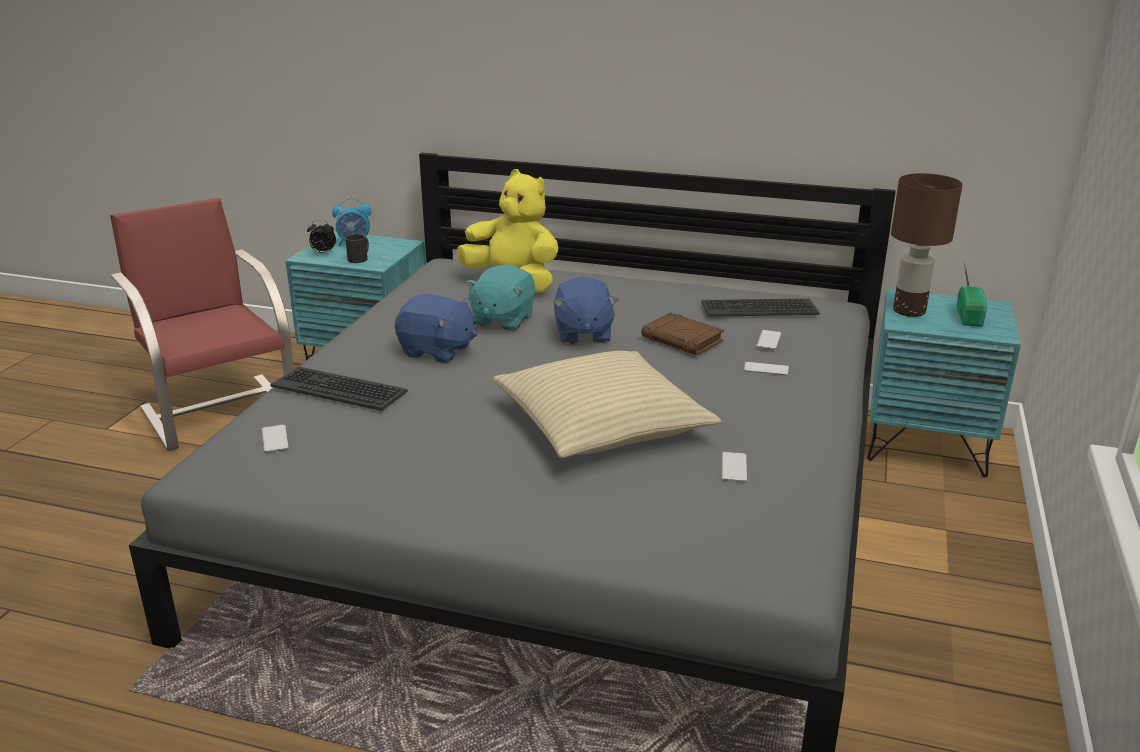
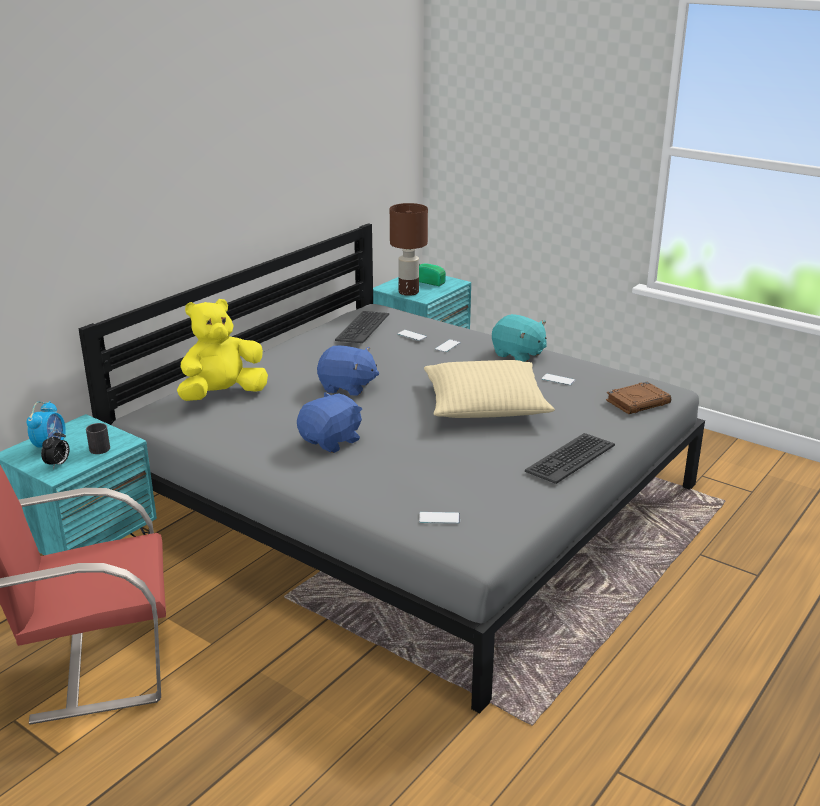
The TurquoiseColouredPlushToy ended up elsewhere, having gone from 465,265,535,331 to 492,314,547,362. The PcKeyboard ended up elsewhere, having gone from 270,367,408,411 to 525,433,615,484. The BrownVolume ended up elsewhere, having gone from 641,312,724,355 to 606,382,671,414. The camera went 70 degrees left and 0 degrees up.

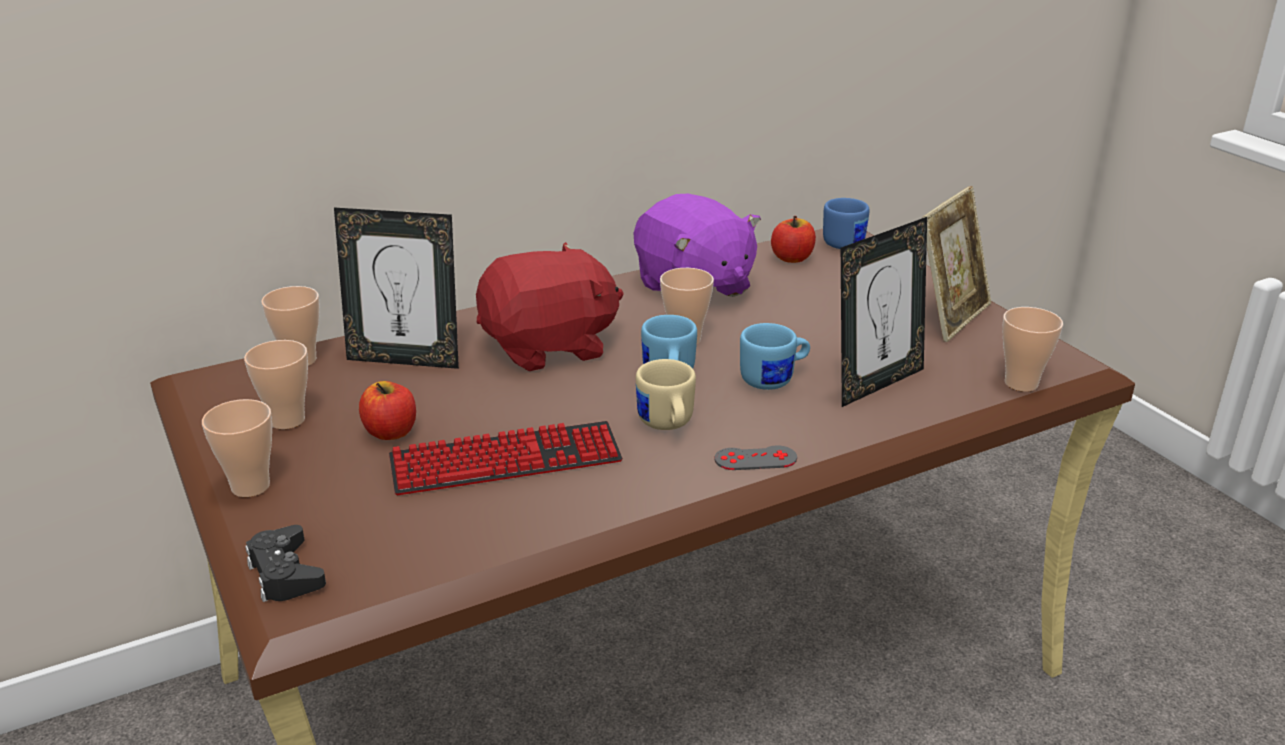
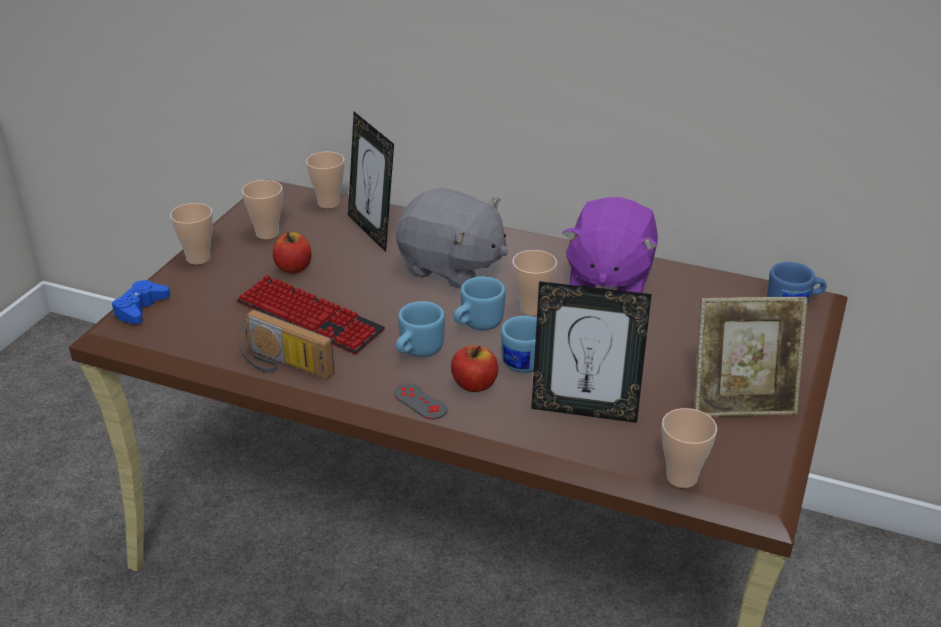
What was the BlackGamepad at 245,525,326,602 turned into the BlueColouredGamepad at 112,280,170,324. The second view gained the RadioSet at 239,309,335,380. What was the RedPlushToy at 476,242,624,371 turned into the GrayPlushToy at 396,188,508,289. What was the BeigeColouredMug at 636,359,696,430 turned into the BlueColouredMug at 396,301,445,357. The WholeApple ended up elsewhere, having gone from 771,216,816,263 to 451,346,498,392. The camera went 50 degrees right and 5 degrees up.

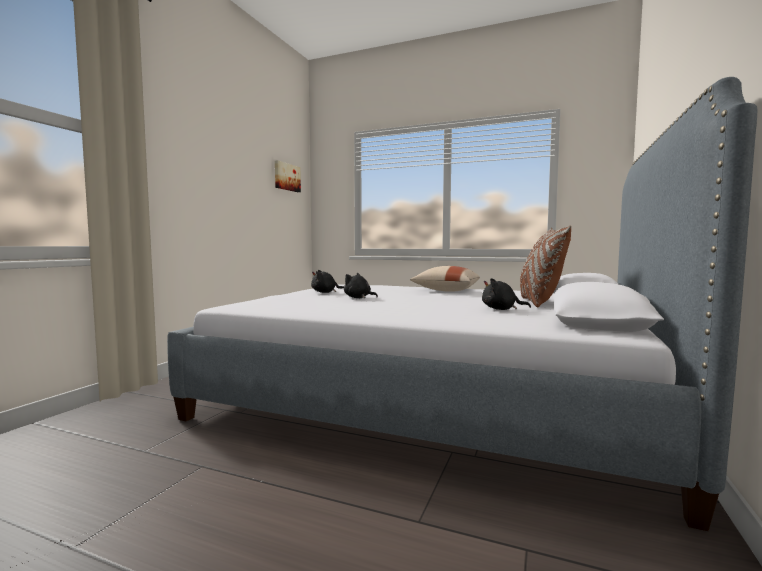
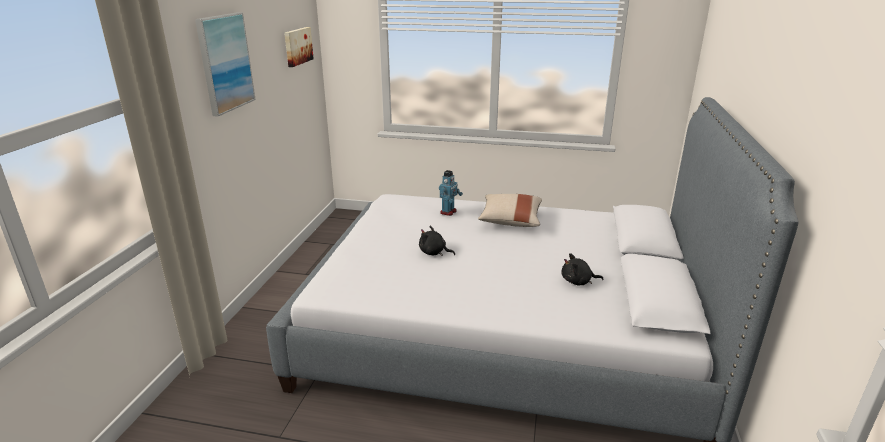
The second view gained the WallPicture at 195,12,256,117. The second view gained the ToyRobot at 439,170,463,216. The second view lost the BlackPlushToy at 311,270,344,293. The second view lost the BrownCushion at 520,225,571,307. The camera went 10 degrees left and 20 degrees up.

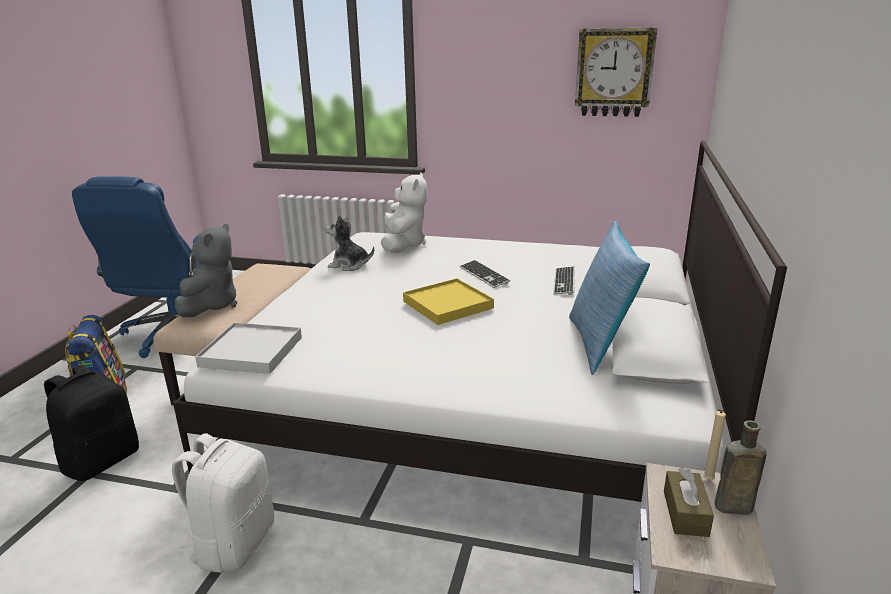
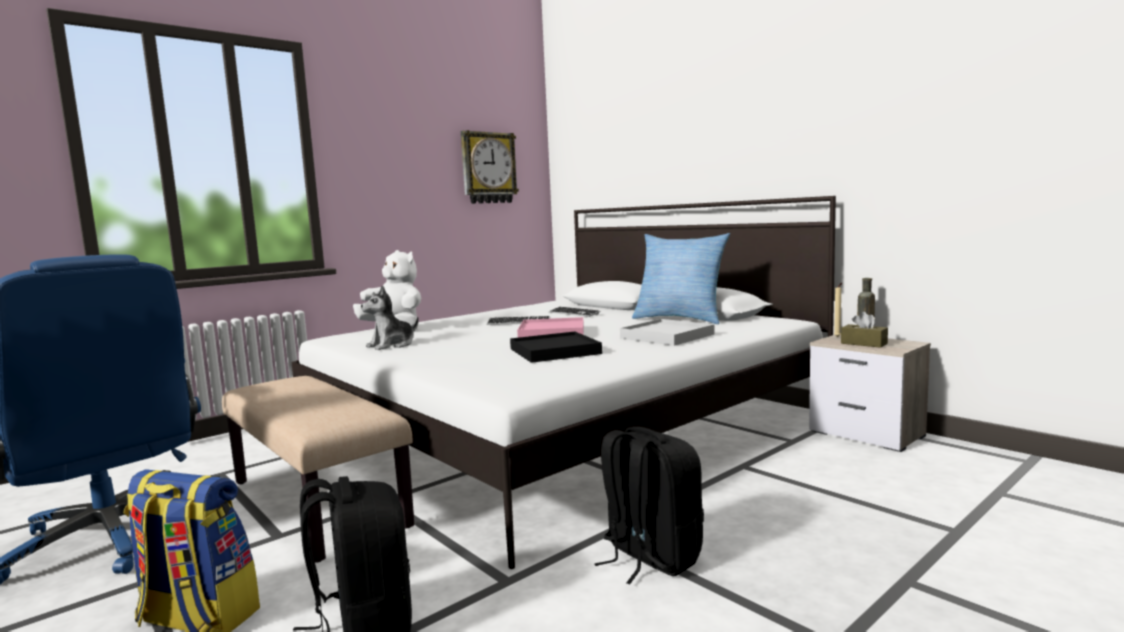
The second view gained the BlackServingTray at 510,331,602,363. What was the YellowishServingTray at 403,278,494,325 turned into the PinkColouredServingTray at 517,317,584,338. What was the WhiteBackpack at 172,433,274,573 turned into the BlackBackpack at 594,427,704,584. The WhiteServingTray ended up elsewhere, having gone from 195,322,302,374 to 620,319,714,346. The second view lost the GrayPlushToy at 175,223,237,317. The camera went 55 degrees left and 15 degrees down.

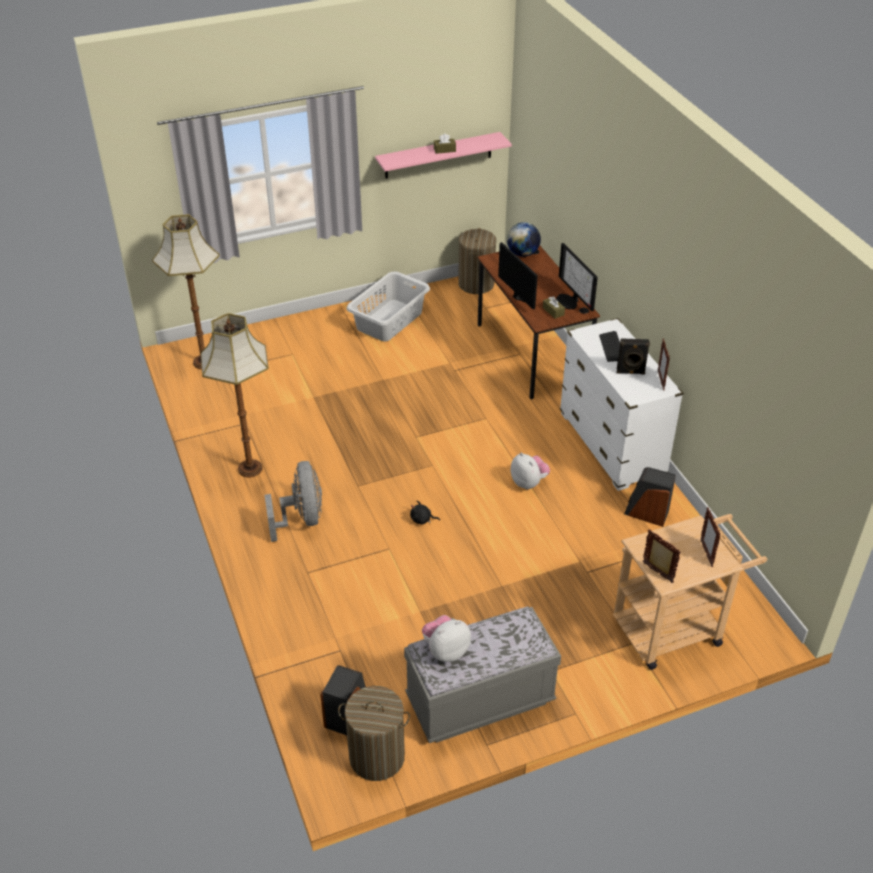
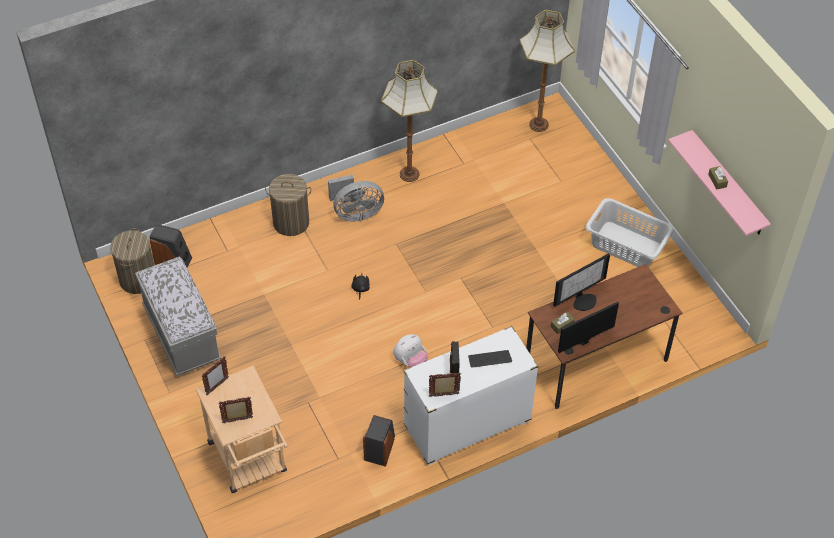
The Hamper ended up elsewhere, having gone from 458,228,496,294 to 265,174,312,236. The second view lost the PlushToy at 422,615,471,662. The second view lost the Globe at 507,222,541,257. The camera went 85 degrees right and 10 degrees up.

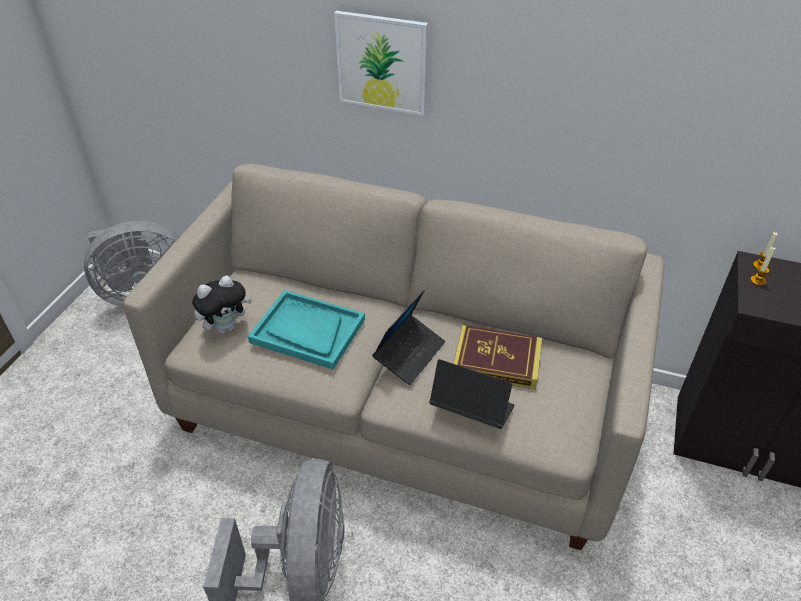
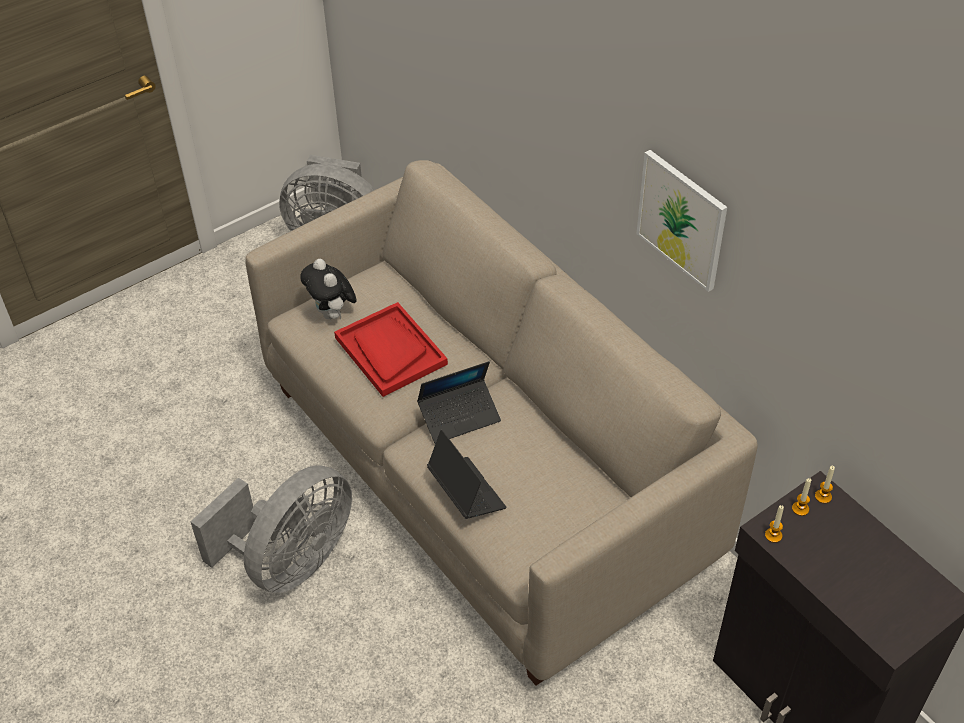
The PlushToy at 192,276,252,334 ended up facing another way, 60 degrees clockwise from before. What was the TurquoiseColouredServingTray at 248,290,365,370 turned into the RedServingTray at 334,302,448,397. The WallPicture ended up elsewhere, having gone from 334,11,428,116 to 636,150,727,292. The second view gained the Candle at 765,505,784,543. The second view lost the Volume at 454,325,542,390. The camera went 35 degrees right and 5 degrees up.

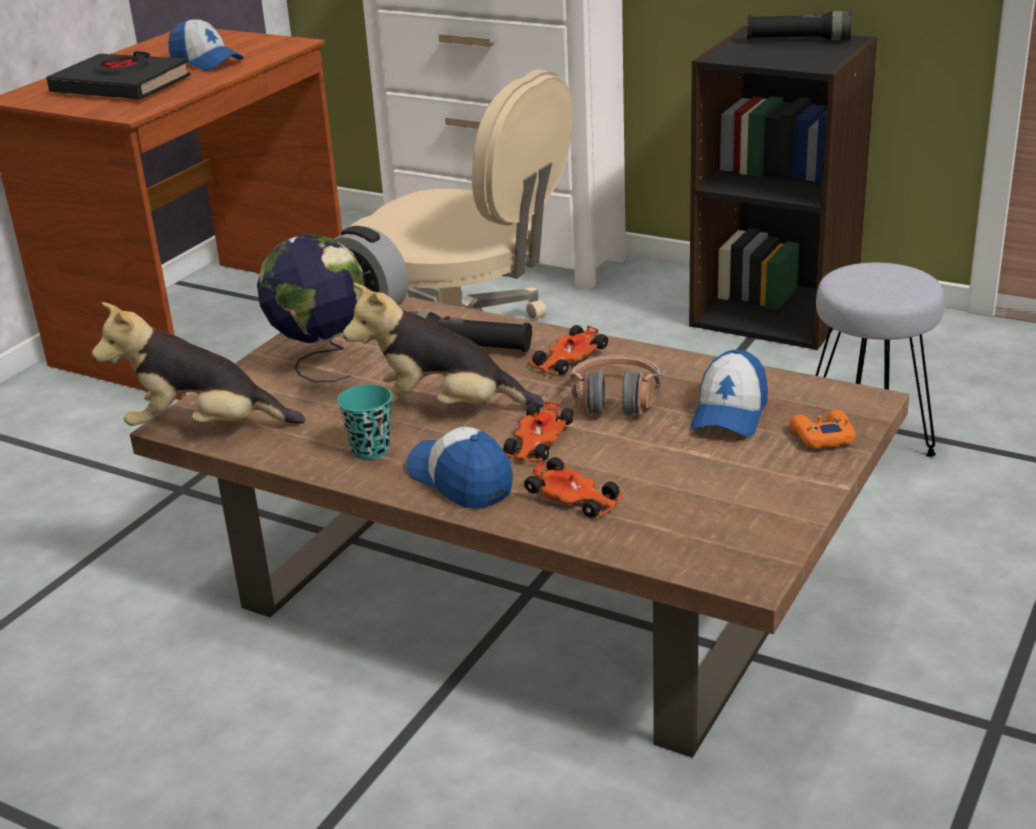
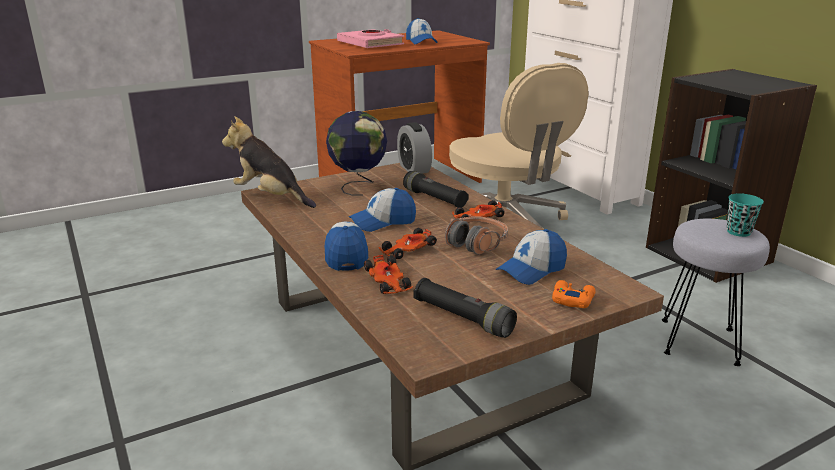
What was the BlackVolume at 46,51,191,99 turned into the PinkColouredVolume at 337,29,404,48. Where the PlushToy stood at 343,283,544,407, the BaseballCap came to stand at 349,188,416,232. The BlackHandTorch ended up elsewhere, having gone from 747,11,851,41 to 413,278,517,338. The TurquoiseColouredCup ended up elsewhere, having gone from 337,384,392,459 to 727,193,764,237. The camera went 30 degrees right and 5 degrees down.

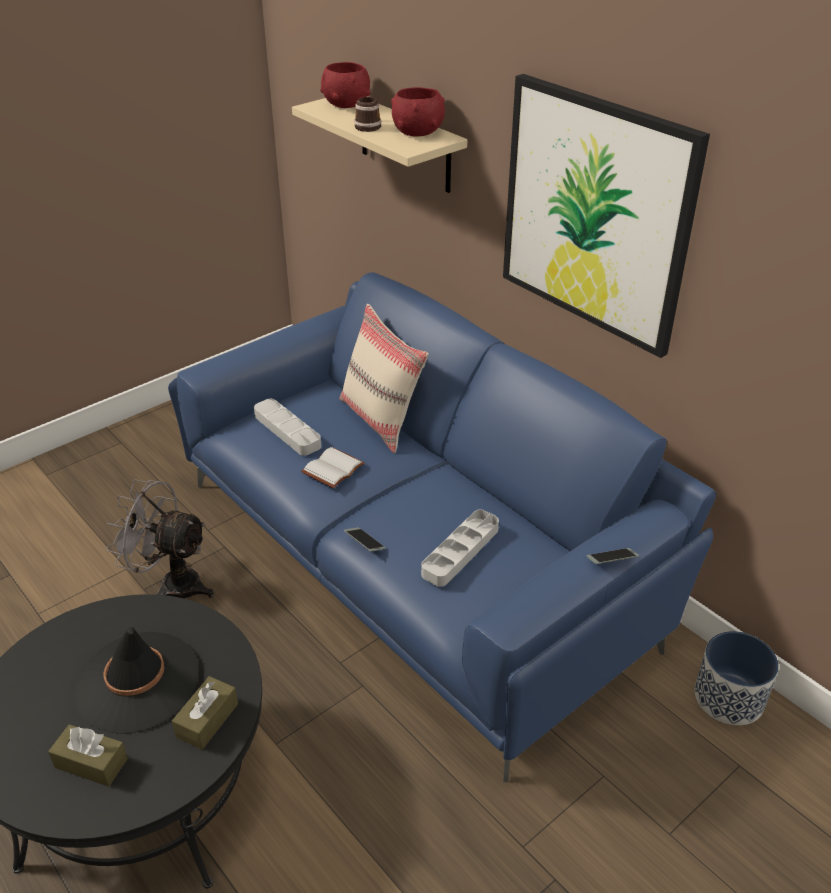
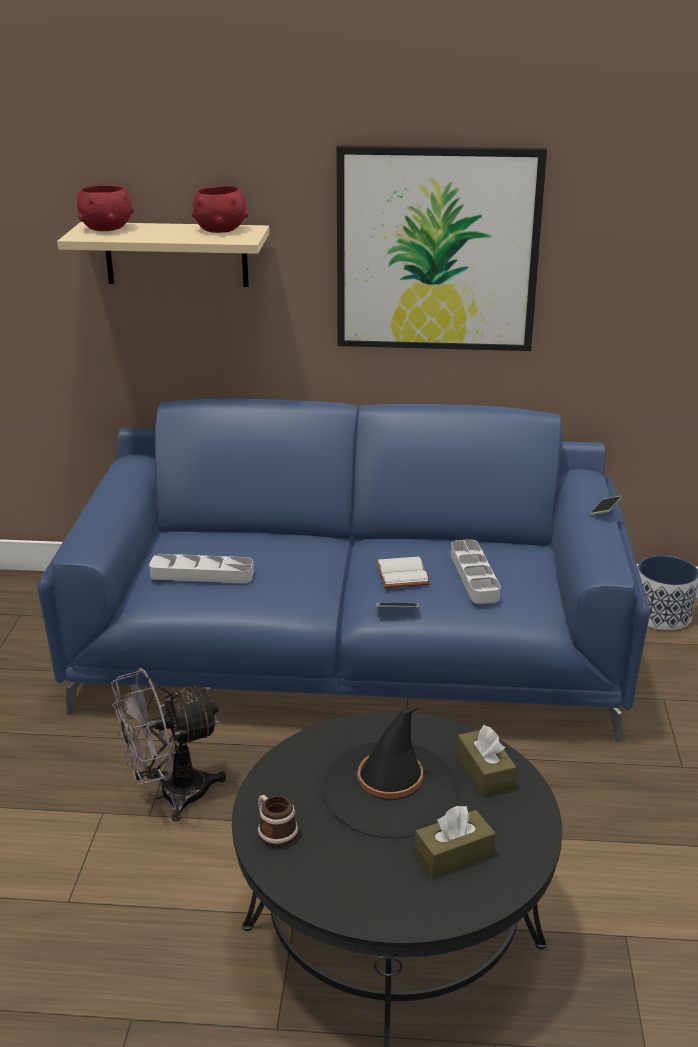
The Mug ended up elsewhere, having gone from 354,97,381,132 to 258,795,298,848. The WhiteVolume ended up elsewhere, having gone from 301,447,365,488 to 376,557,431,588. The second view lost the BeigeColouredCushion at 340,304,429,453. The camera went 45 degrees left and 10 degrees down.

